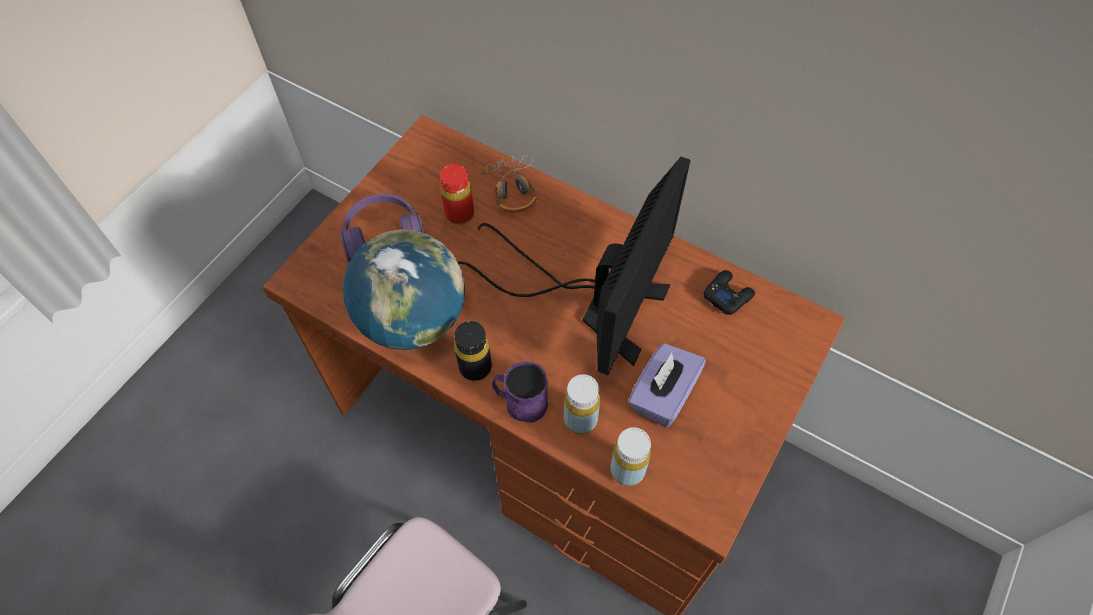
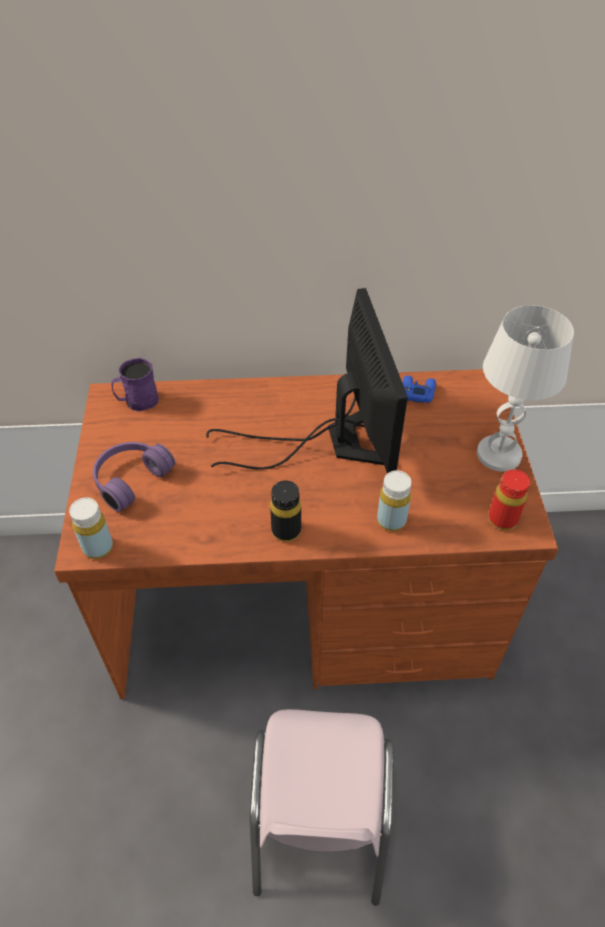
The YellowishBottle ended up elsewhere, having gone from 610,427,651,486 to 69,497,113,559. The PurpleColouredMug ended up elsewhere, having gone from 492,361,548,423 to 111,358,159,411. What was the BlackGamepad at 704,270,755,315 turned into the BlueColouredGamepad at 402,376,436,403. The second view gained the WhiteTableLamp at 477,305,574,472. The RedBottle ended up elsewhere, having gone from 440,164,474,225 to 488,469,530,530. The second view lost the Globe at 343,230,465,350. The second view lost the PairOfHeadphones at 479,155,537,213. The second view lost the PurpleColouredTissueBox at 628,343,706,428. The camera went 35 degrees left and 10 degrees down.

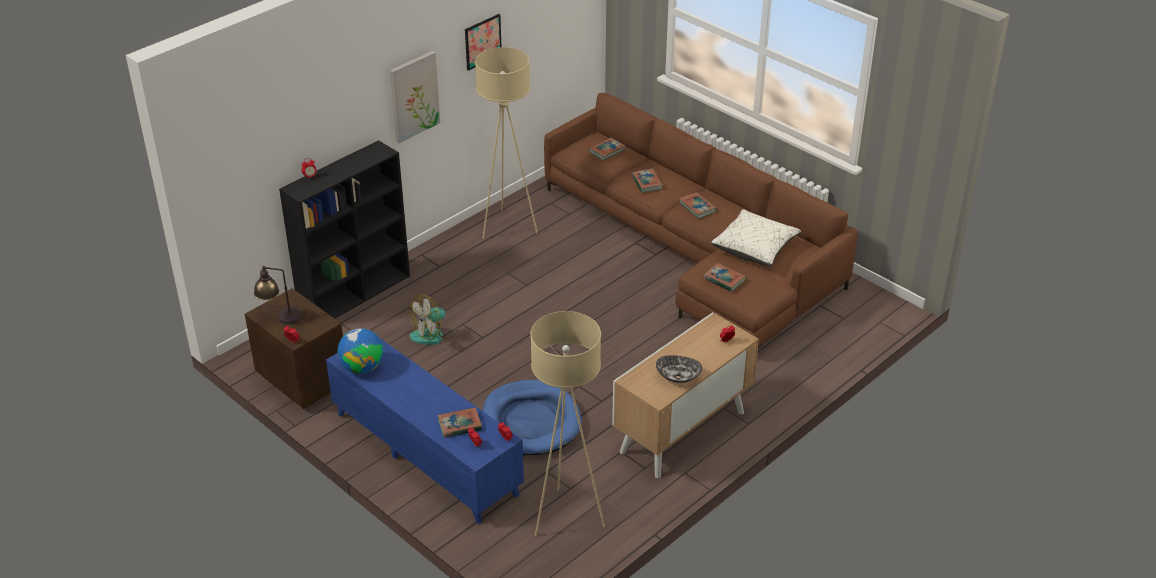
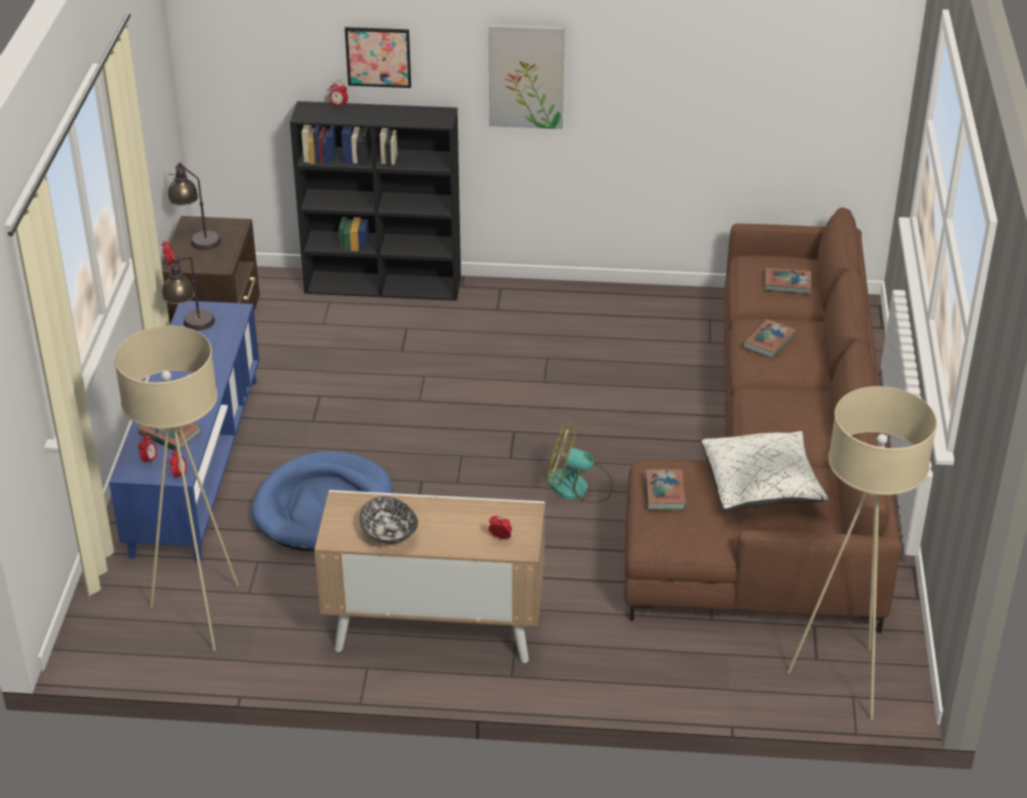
Where the Globe stood at 338,328,383,374, the TableLamp came to stand at 162,257,215,331. The WallPicture ended up elsewhere, having gone from 465,14,502,71 to 345,27,411,88. The ElectricFan ended up elsewhere, having gone from 410,294,457,345 to 546,422,613,503. The BeigeColouredFloorLamp ended up elsewhere, having gone from 475,47,538,239 to 787,386,937,720. The second view lost the Volume at 679,192,717,219. The camera went 50 degrees right and 0 degrees up.

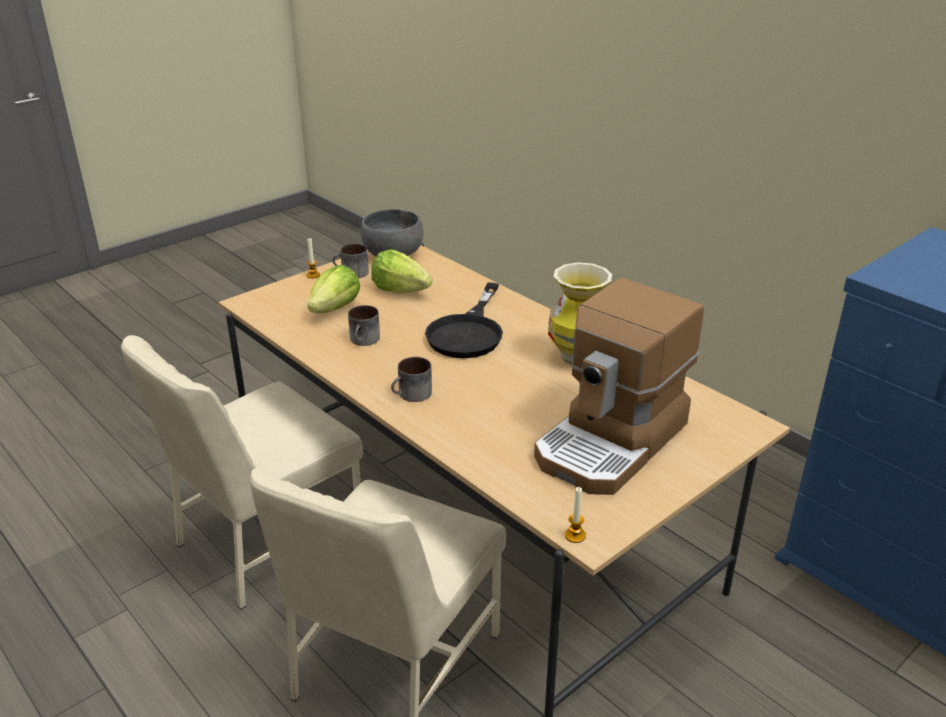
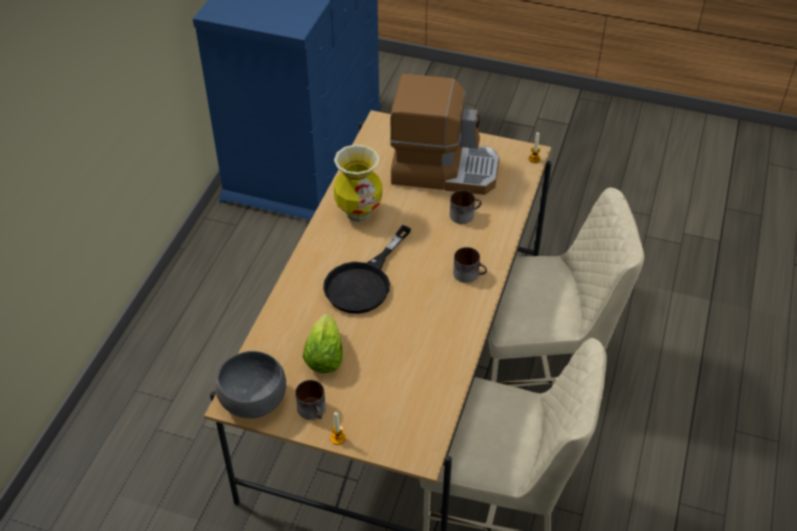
The BlackPan at 425,282,503,358 ended up facing another way, 135 degrees clockwise from before. The Mug ended up elsewhere, having gone from 348,305,380,346 to 450,190,482,224. The second view lost the HeadOfLettuce at 308,265,360,313. The camera went 120 degrees left and 15 degrees up.

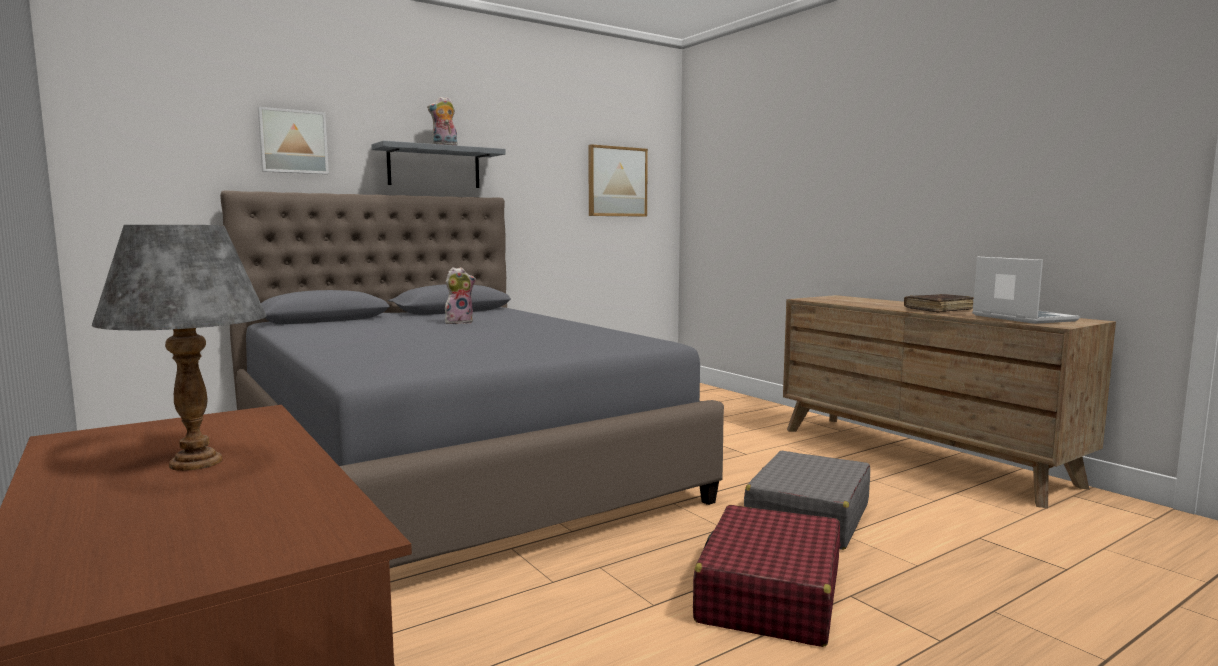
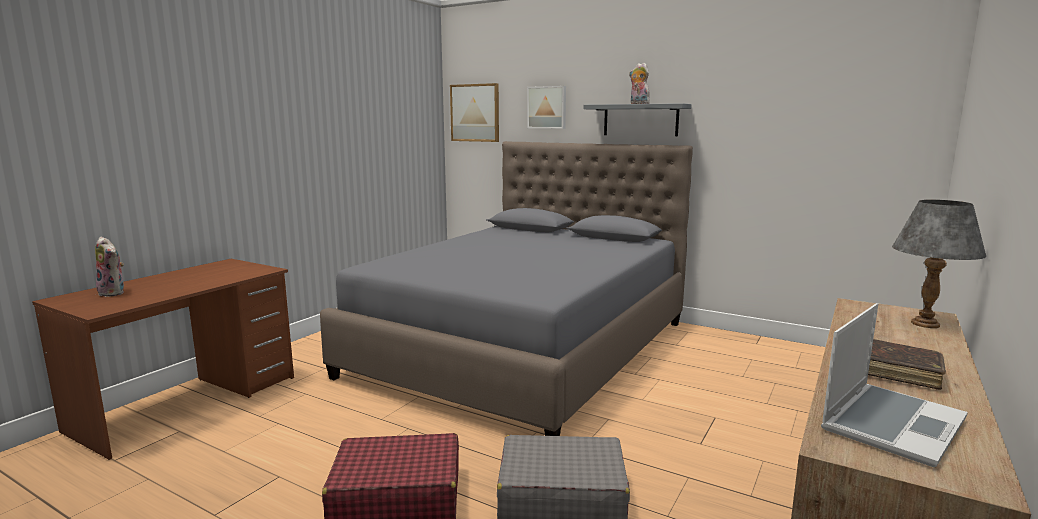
The PlushToy ended up elsewhere, having gone from 445,267,476,325 to 95,237,124,297. The WallPicture ended up elsewhere, having gone from 588,144,648,217 to 450,83,499,142. The GrayTableLamp ended up elsewhere, having gone from 92,225,267,471 to 892,200,986,328. The camera went 65 degrees right and 5 degrees up.

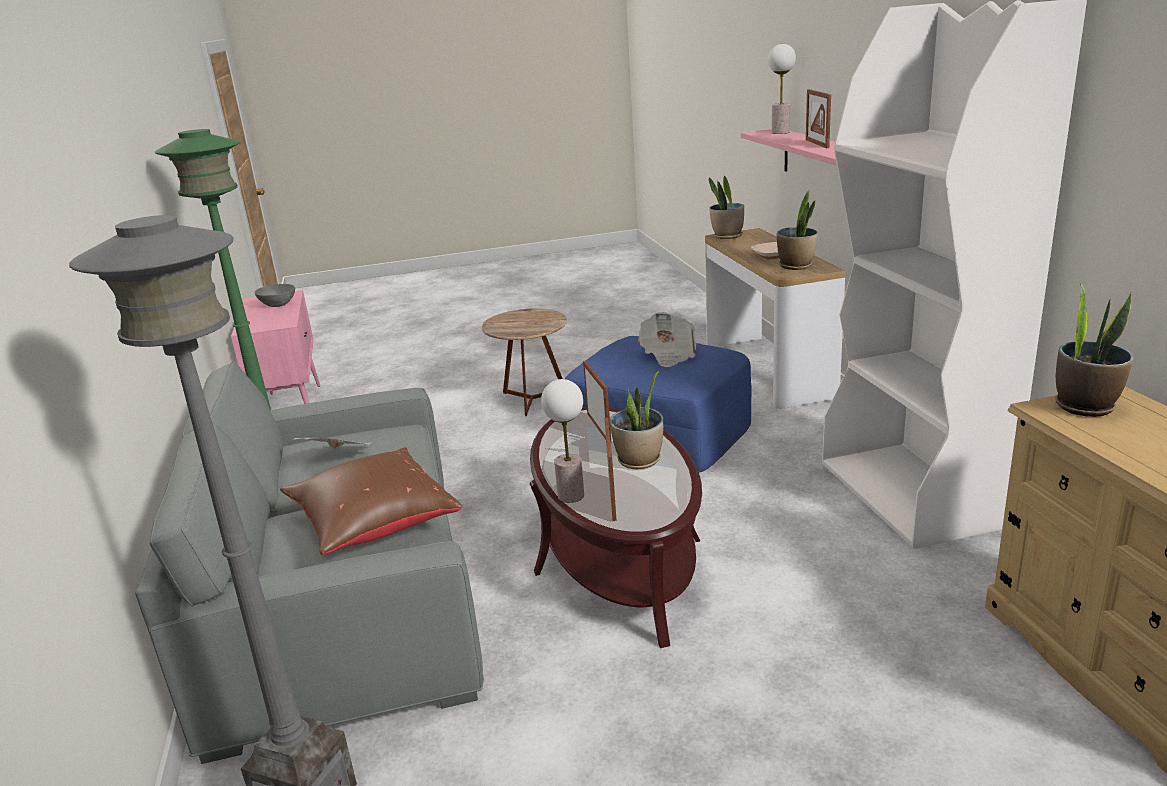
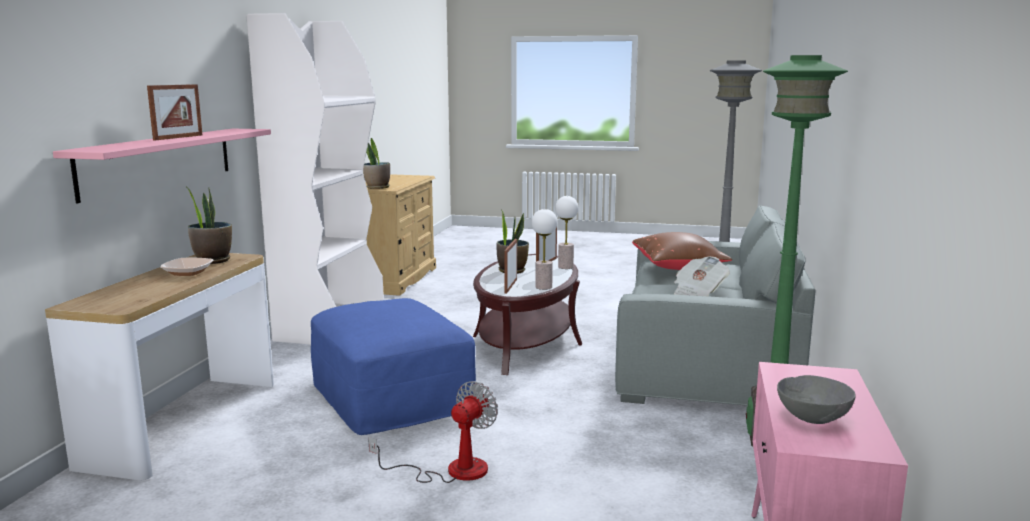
Where the BrownEndTable stood at 482,308,567,416, the ElectricFan came to stand at 368,381,498,483. The TableLamp ended up elsewhere, having gone from 768,44,796,134 to 532,209,557,290. The second view lost the Newspaper at 638,312,696,367. The second view lost the PottedPlant at 709,176,744,239. The camera went 155 degrees left and 10 degrees down.

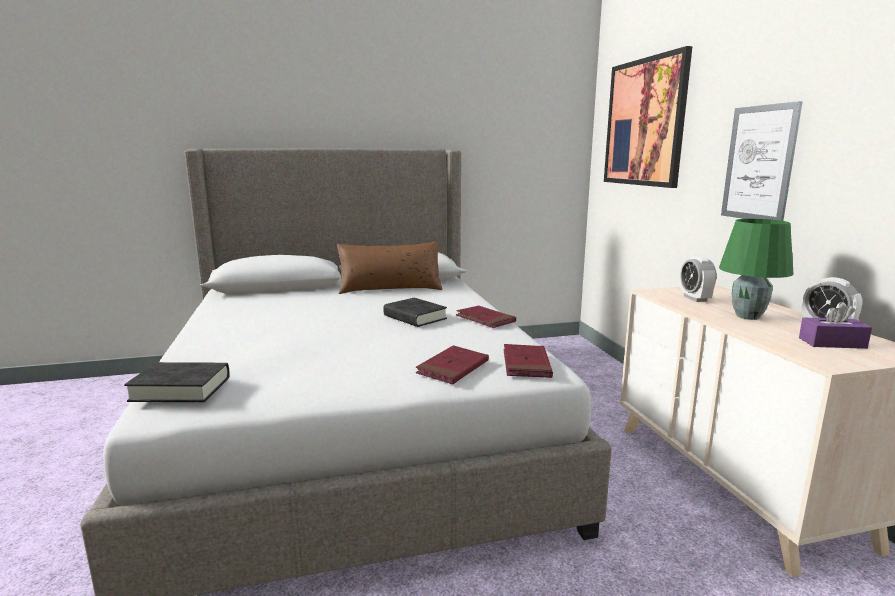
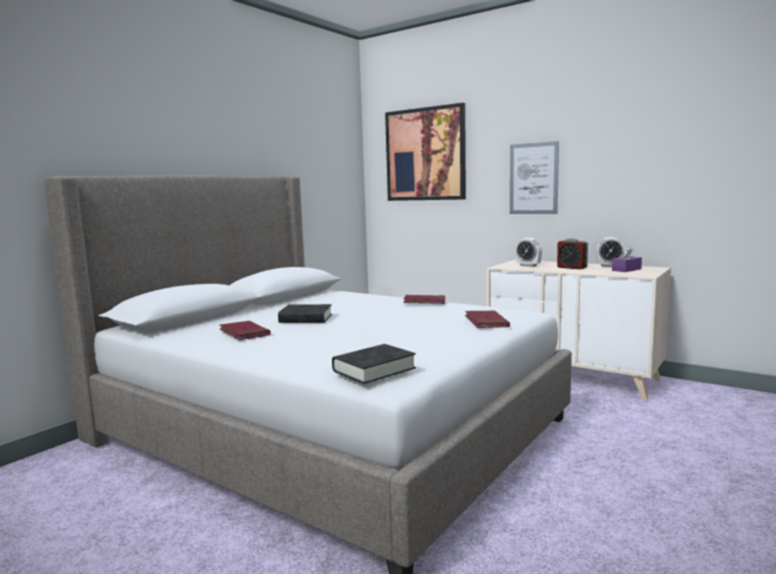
The RedVolume ended up elsewhere, having gone from 504,344,553,378 to 220,321,271,340. The BlackVolume ended up elsewhere, having gone from 383,298,447,327 to 278,304,332,323. Where the GreenColouredTableLamp stood at 719,219,794,320, the TableClock came to stand at 557,238,588,269. The second view lost the BrownCushion at 337,241,442,294. The camera went 40 degrees left and 5 degrees down.

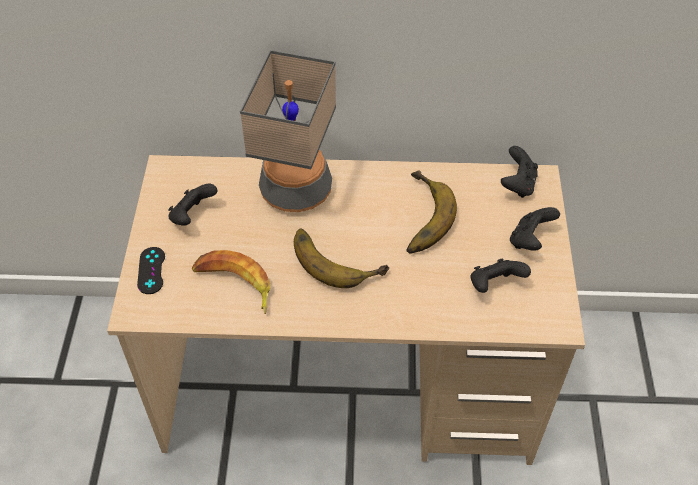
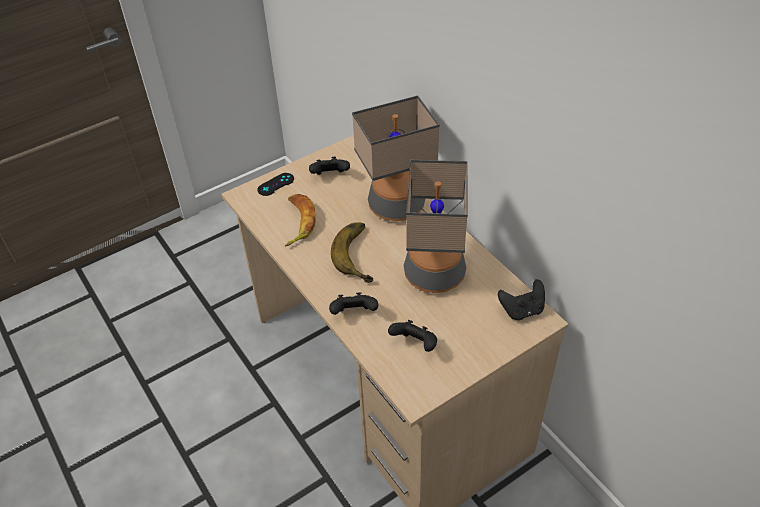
The BlackGamepad ended up elsewhere, having gone from 510,207,560,251 to 329,292,378,315. Where the Banana stood at 406,171,457,254, the TableLamp came to stand at 403,160,468,293. The camera went 55 degrees right and 5 degrees down.

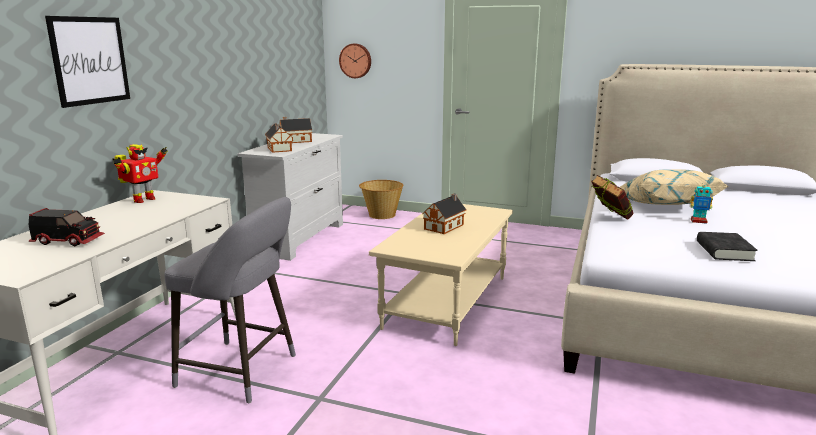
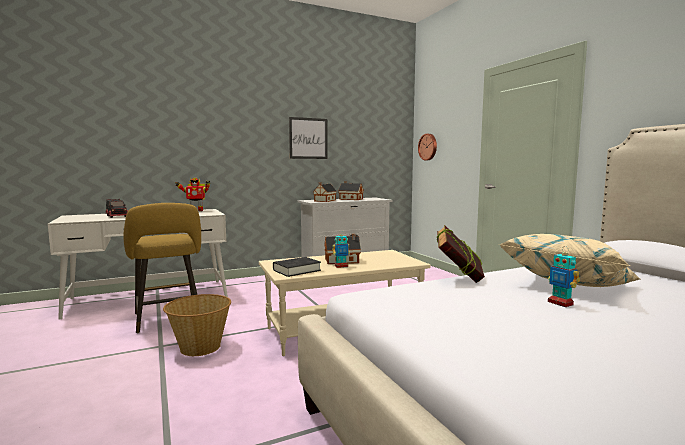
What was the GrayStoolSeat at 164,197,296,403 turned into the YellowishStoolSeat at 123,203,201,333. The StorageBasket ended up elsewhere, having gone from 359,180,403,219 to 163,294,231,356. The BlackVolume ended up elsewhere, having gone from 697,232,758,261 to 273,257,321,277. The WallPicture ended up elsewhere, having gone from 45,16,130,108 to 289,117,328,159. The second view gained the ToyRobot at 332,230,350,268. The camera went 45 degrees right and 10 degrees down.

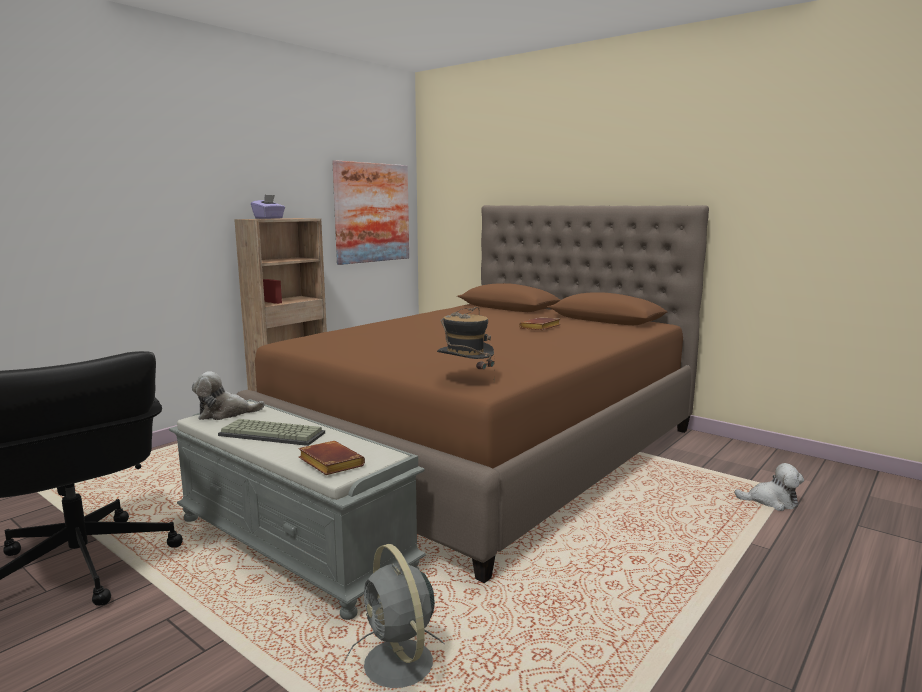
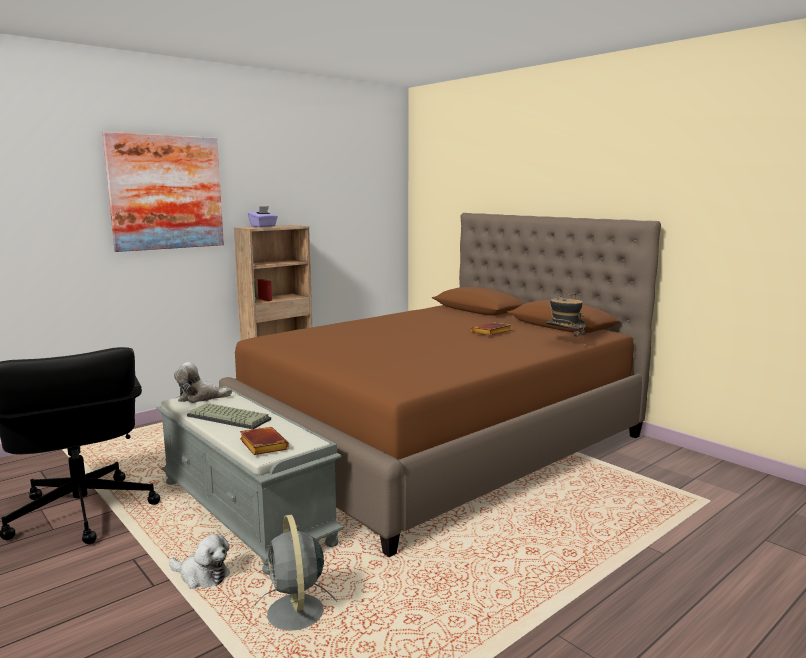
The WallPicture ended up elsewhere, having gone from 332,160,409,265 to 103,132,224,252. The PlushToy ended up elsewhere, having gone from 734,463,804,511 to 169,534,230,589. The Hat ended up elsewhere, having gone from 437,307,495,381 to 545,294,586,339. The camera went 10 degrees right and 0 degrees up.

